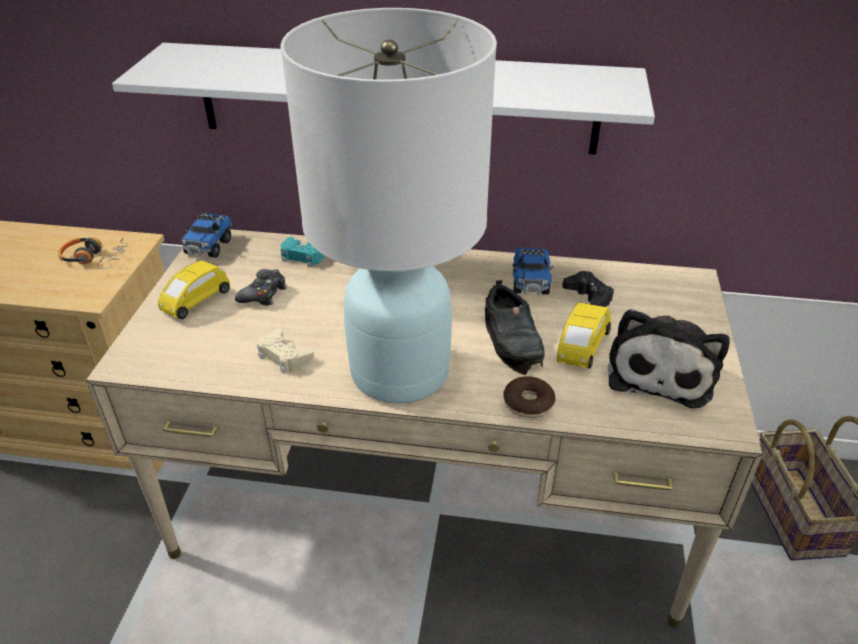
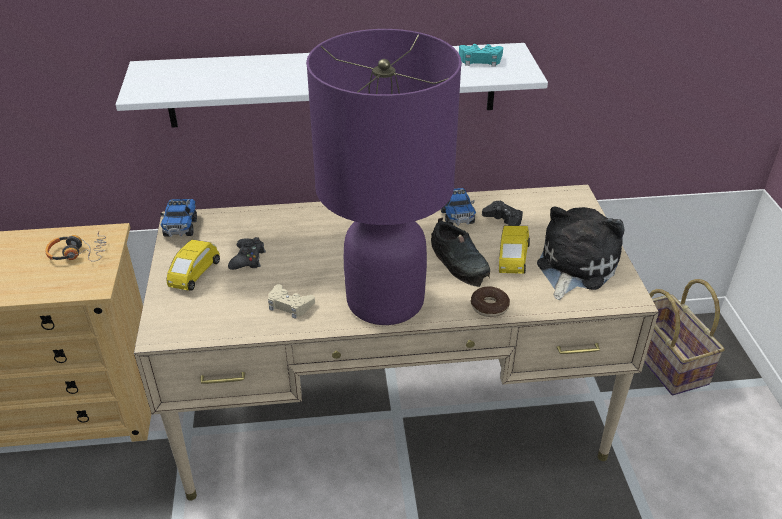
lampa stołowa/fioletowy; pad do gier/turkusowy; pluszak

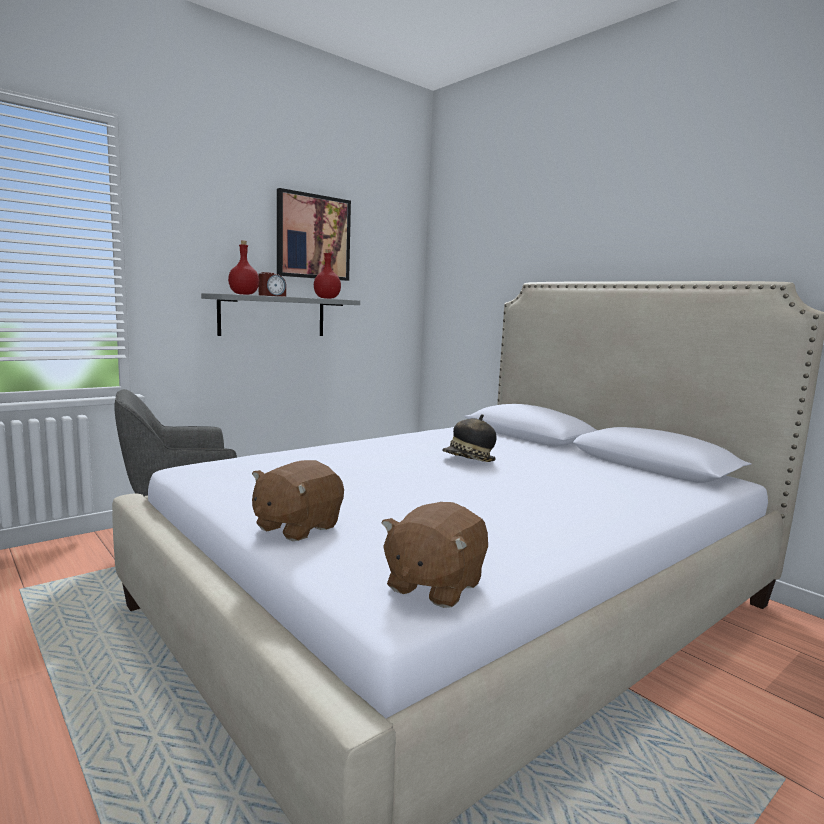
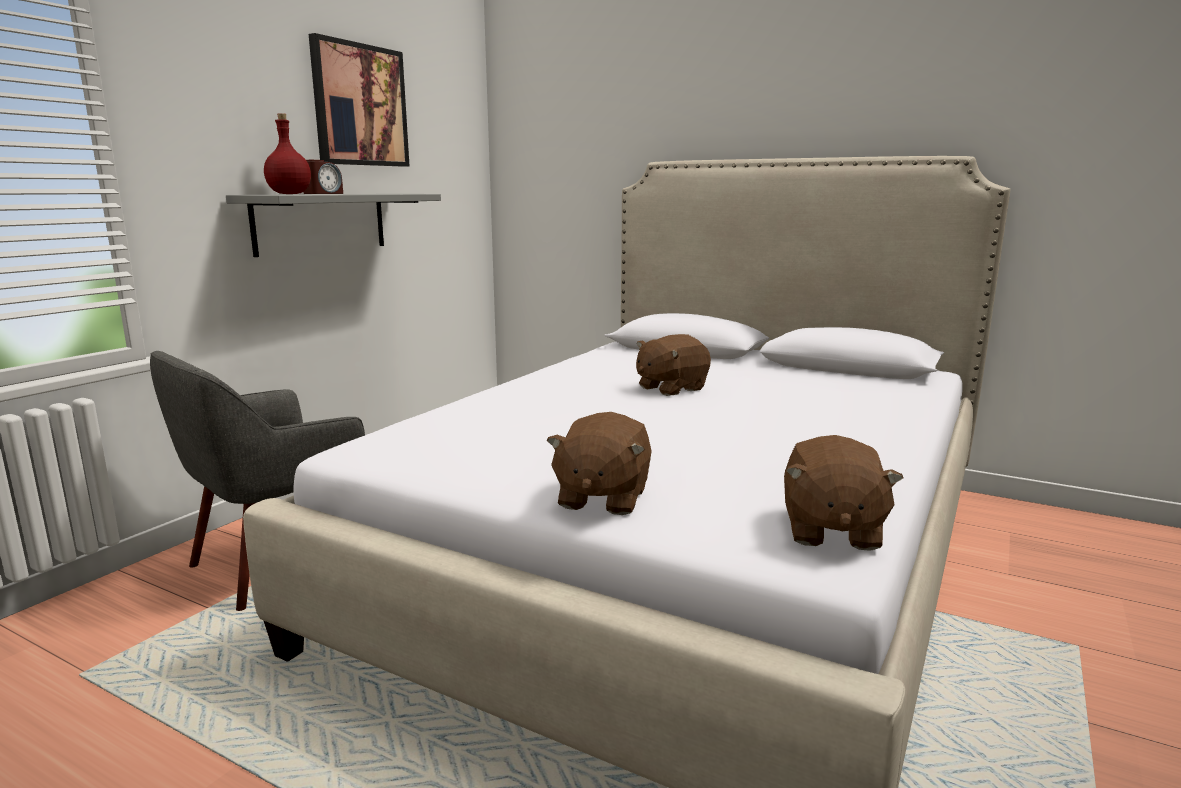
pluszak/brązowy (no. 2 from left); butelka/czerwony (no. 2 from left in the first image)

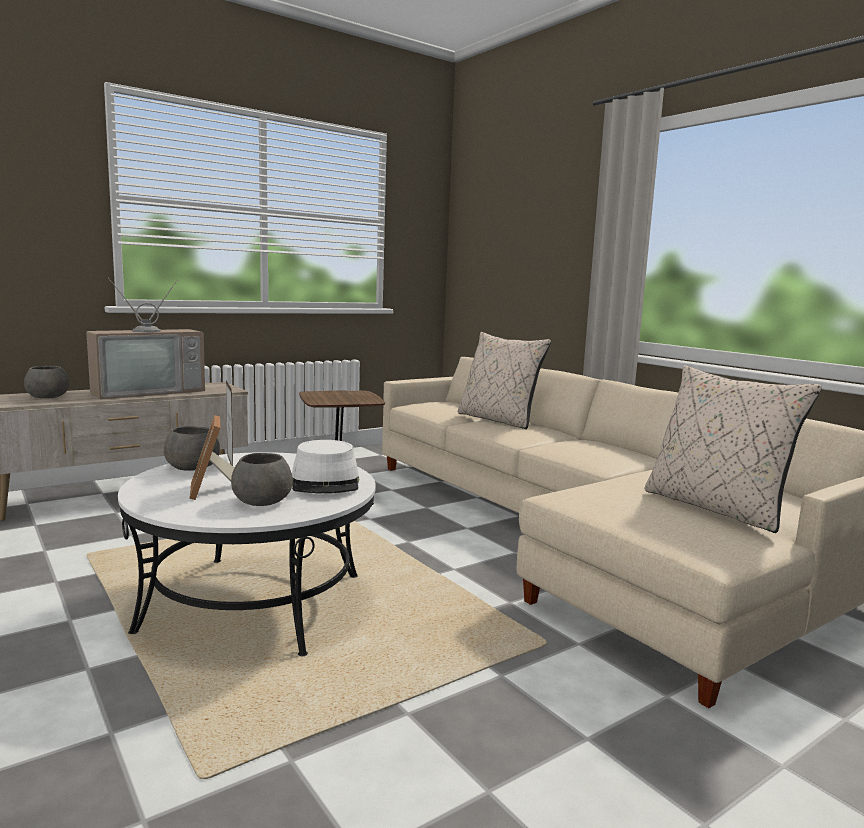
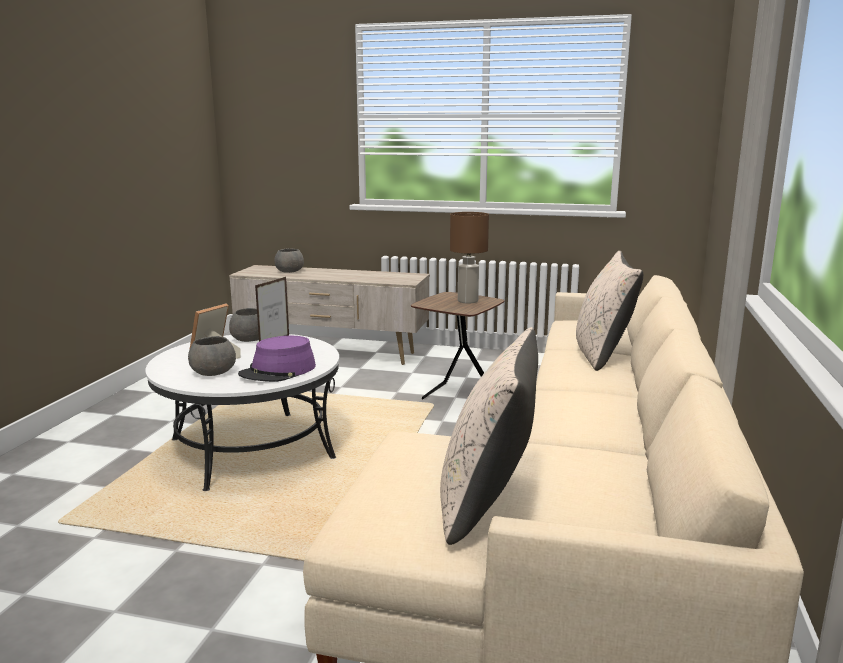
kapelusz/fioletowy; lampa stołowa/brązowy; telewizor

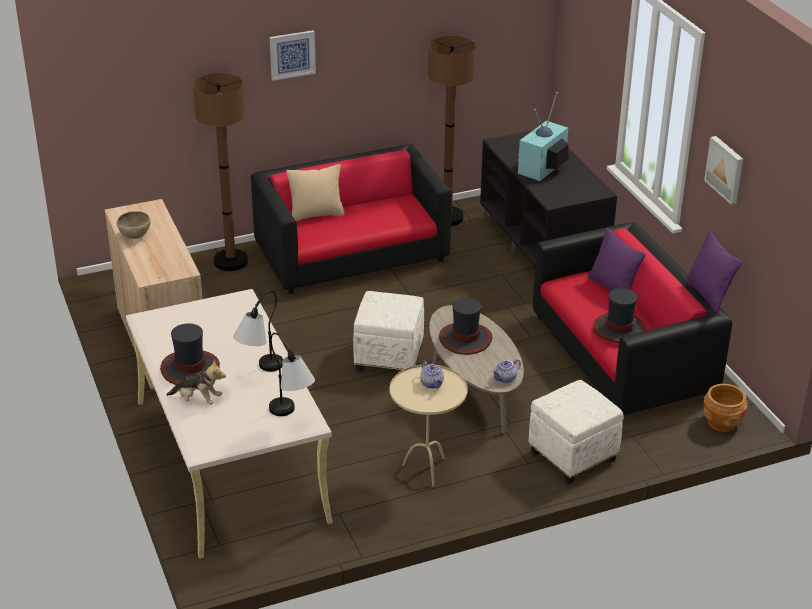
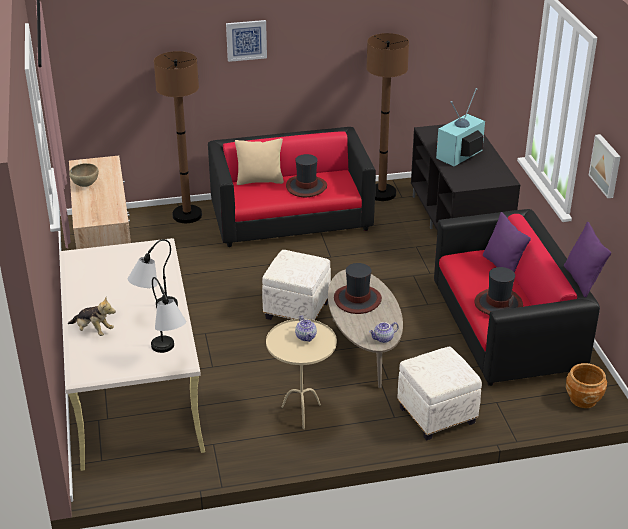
kapelusz (no. 1 from left)

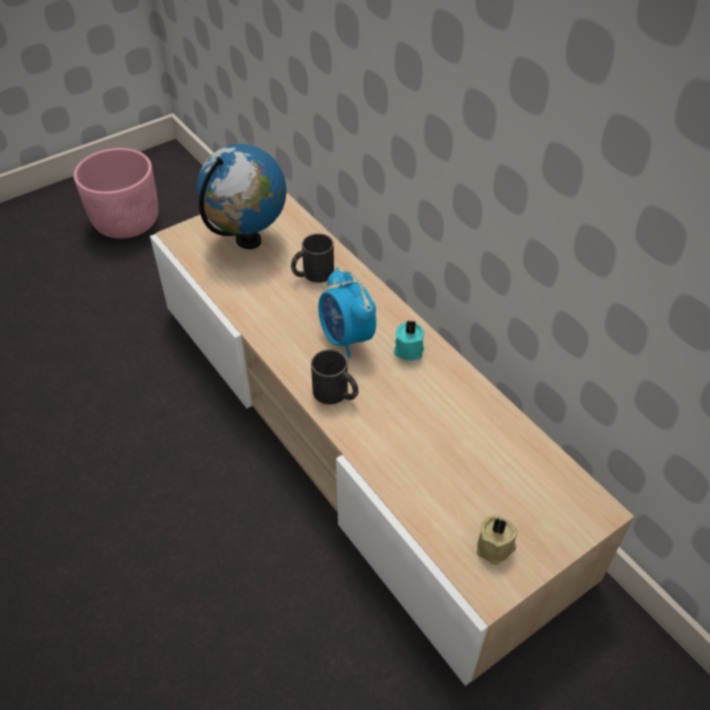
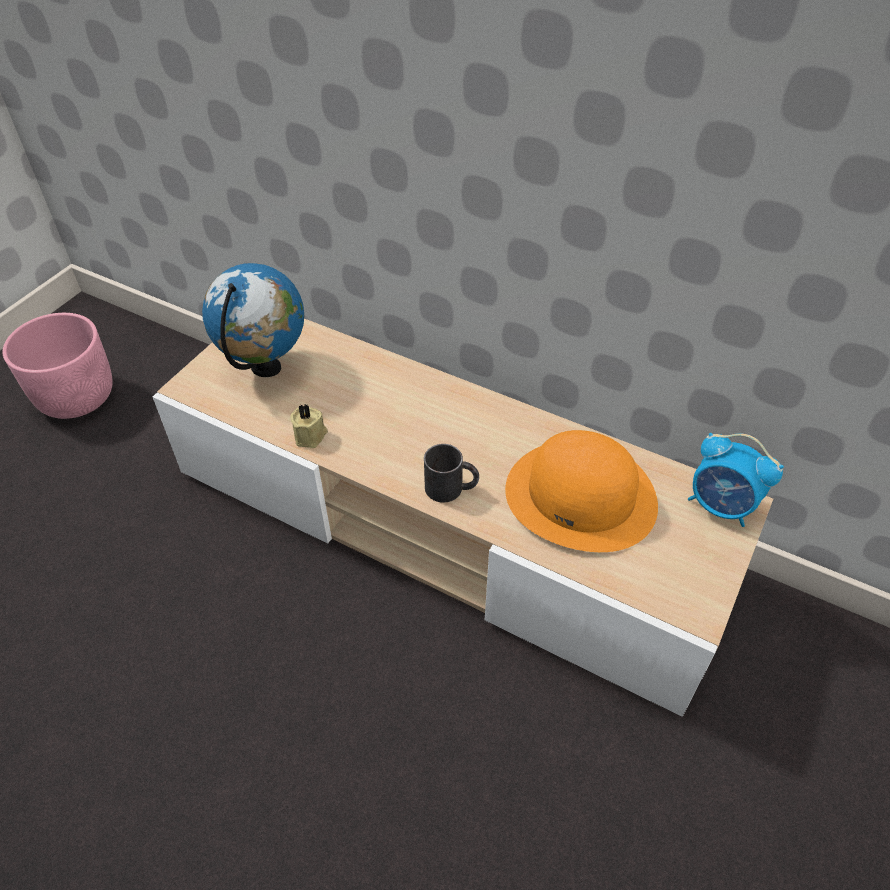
świeca/beżowy; kapelusz/pomarańczowy; budzik; kubek/czarny (no. 1 from left in the first image); świeca/turkusowy

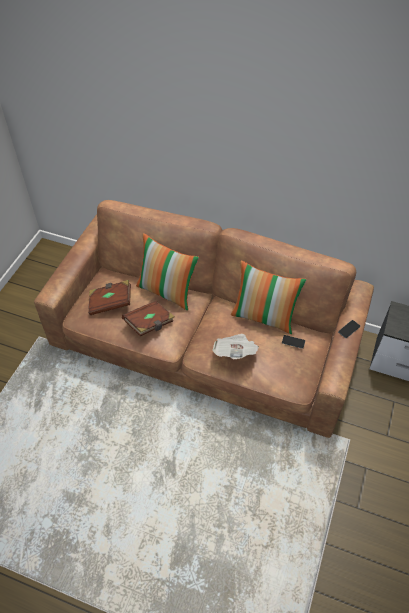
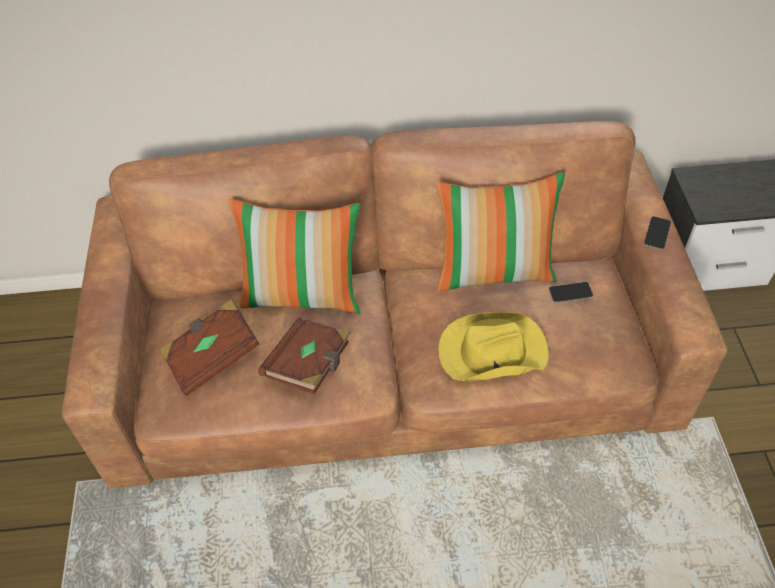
kapelusz/żółty

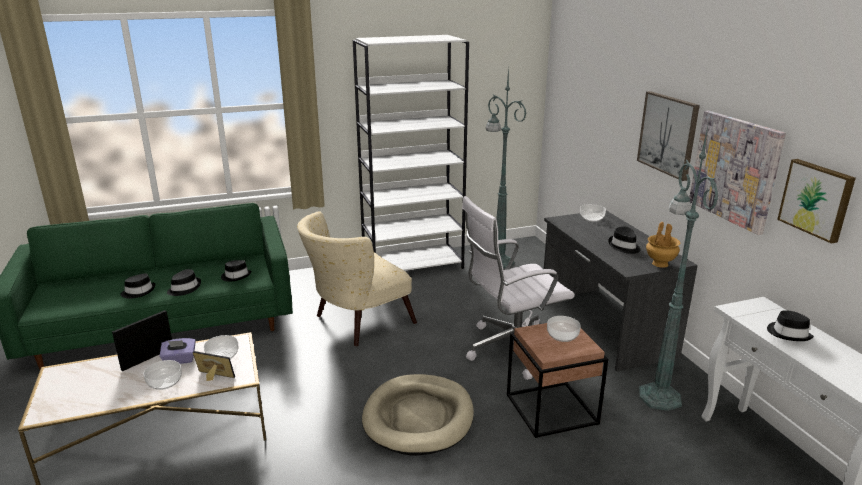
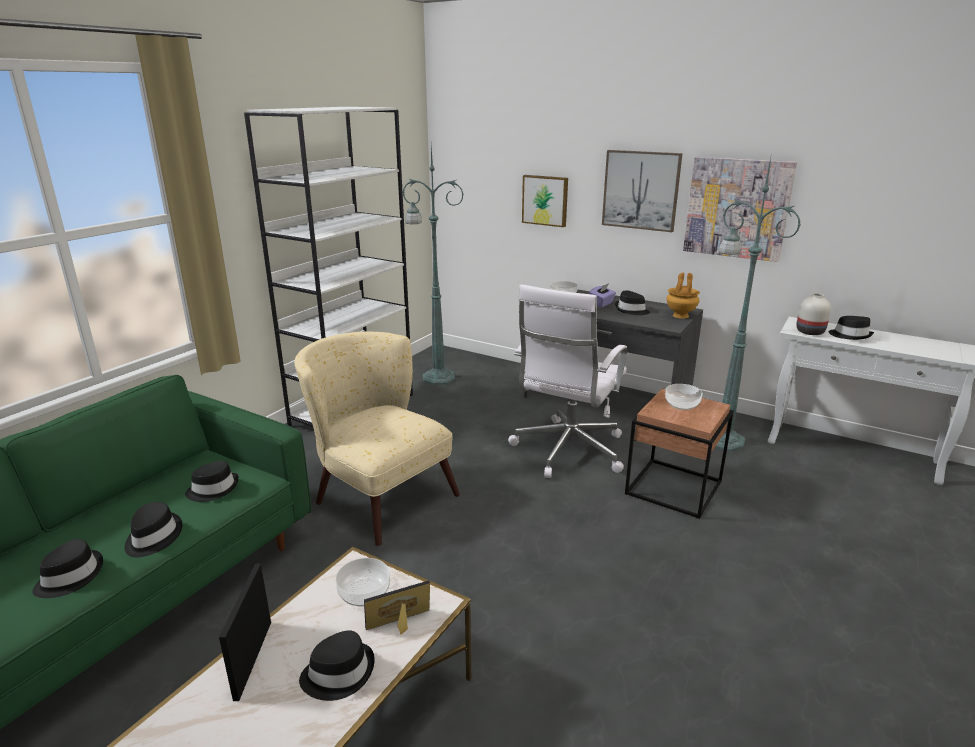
fotel/beżowy; kapelusz/czarny (no. 4 from left); obraz (no. 1 from left); pudełko chusteczek/fioletowy; wazon/biały; legowisko/beżowy

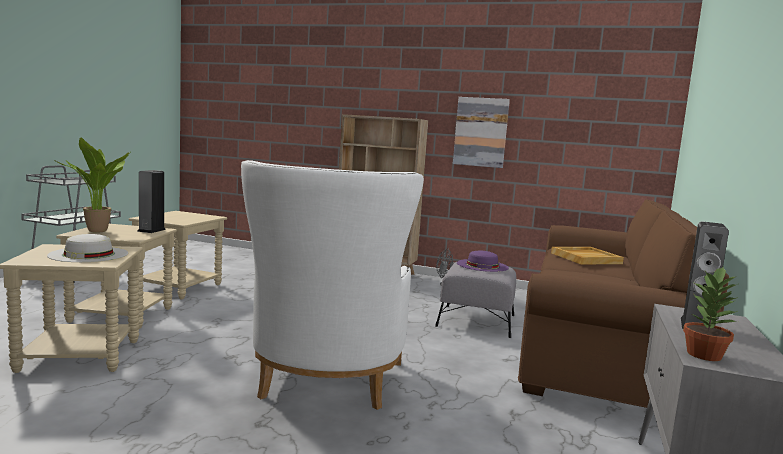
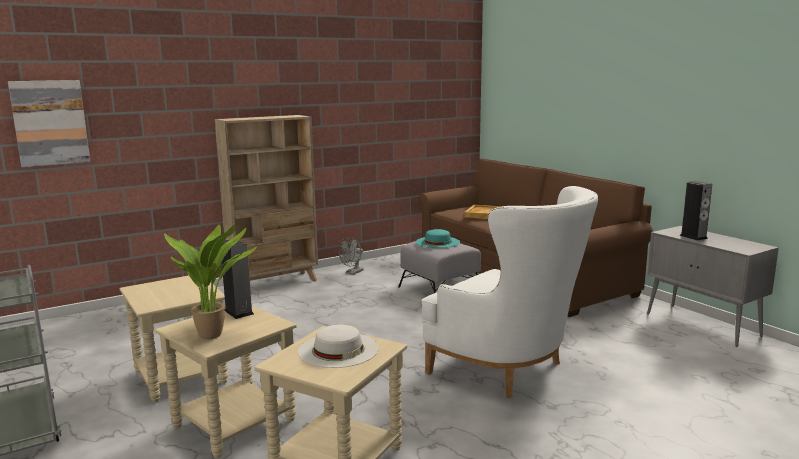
obraz; kapelusz/turkusowy; roślina doniczkowa (no. 2 from left in the first image)

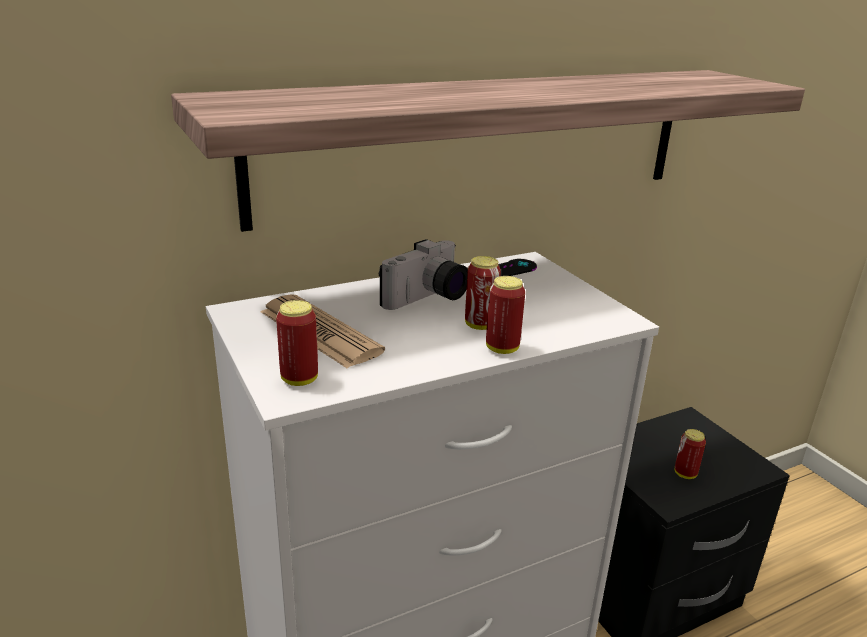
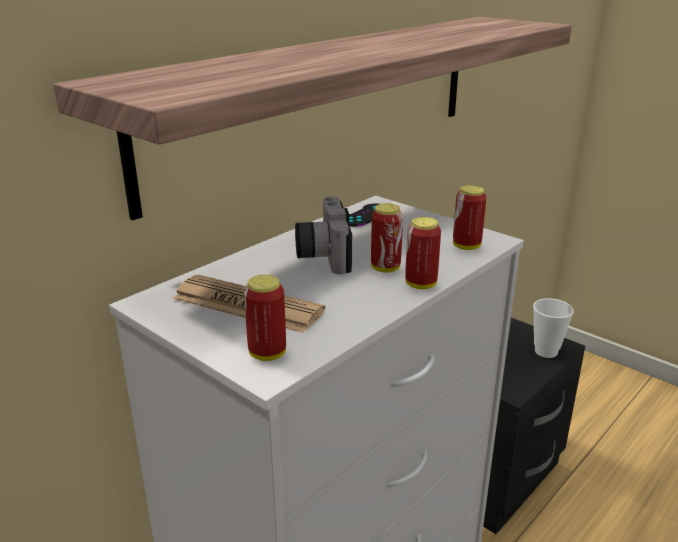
aparat fotograficzny; puszka (no. 4 from left); filiżanka

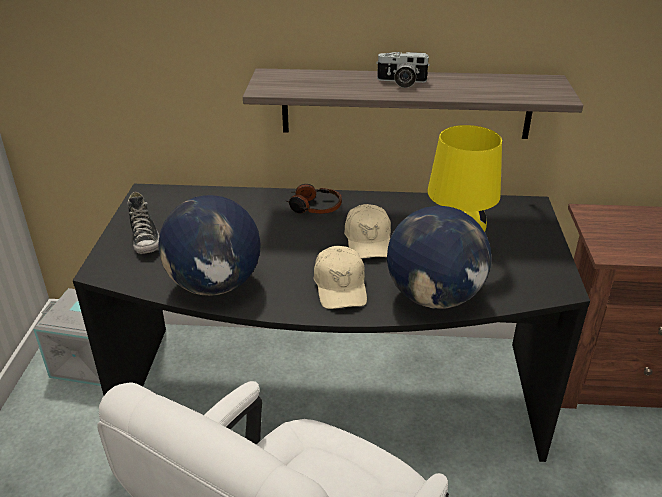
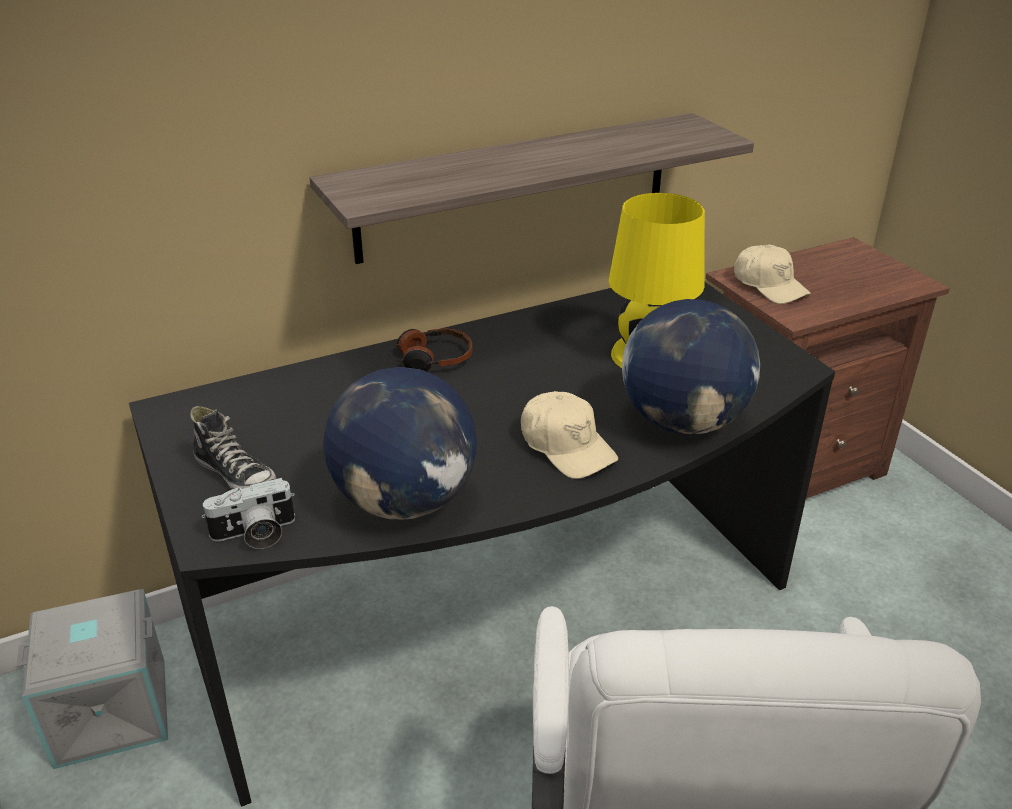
aparat fotograficzny; czapka z daszkiem/beżowy (no. 2 from left)

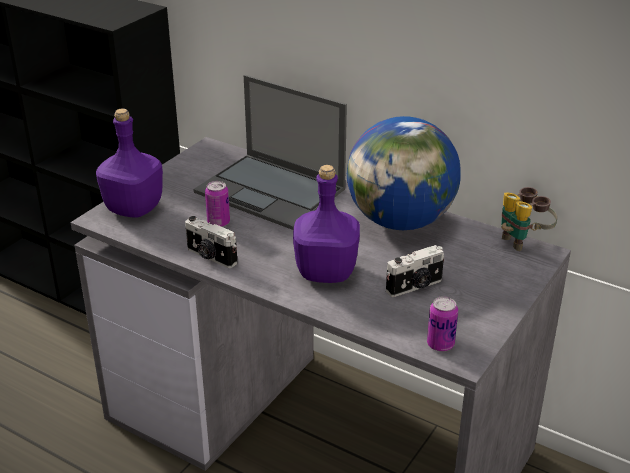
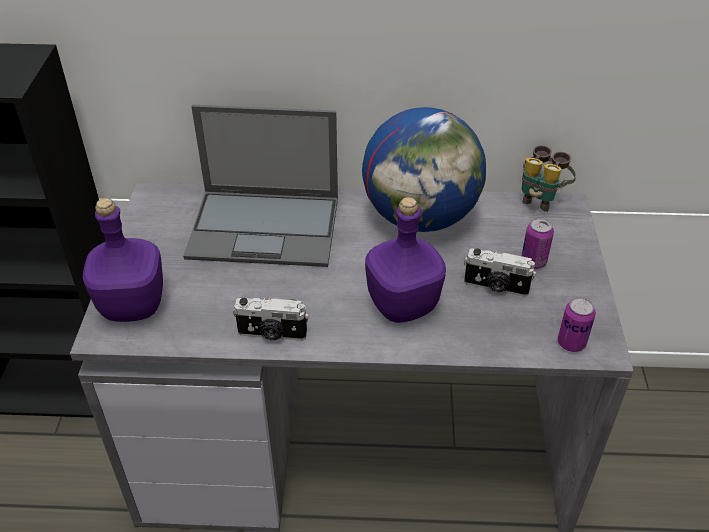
aparat fotograficzny (no. 2 from left); puszka (no. 1 from left)

